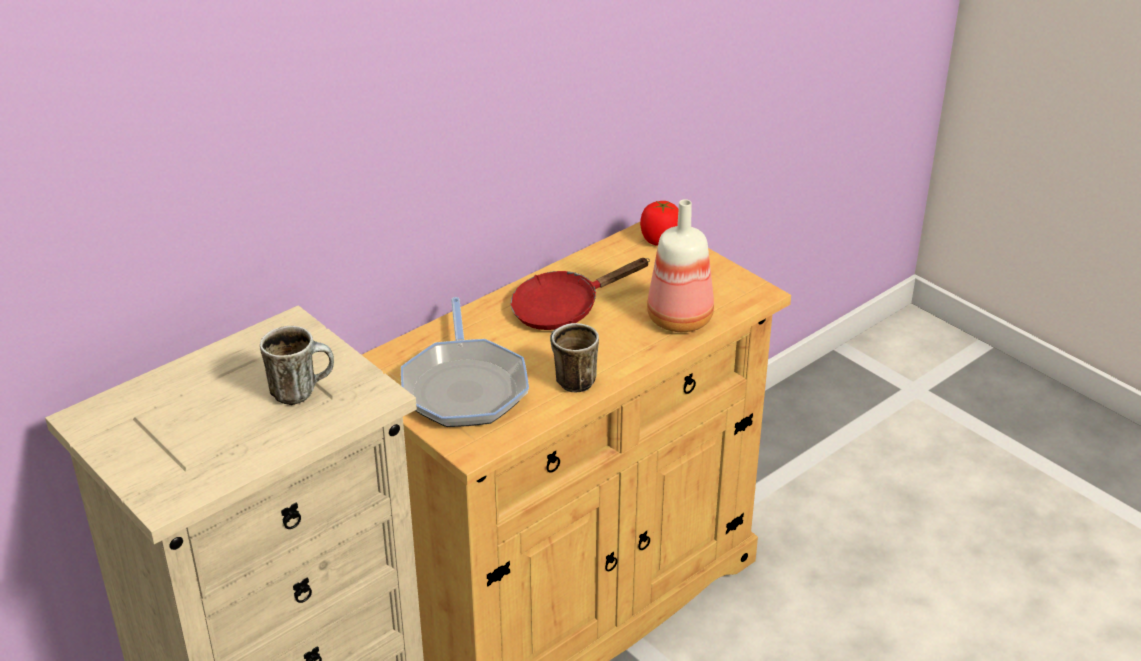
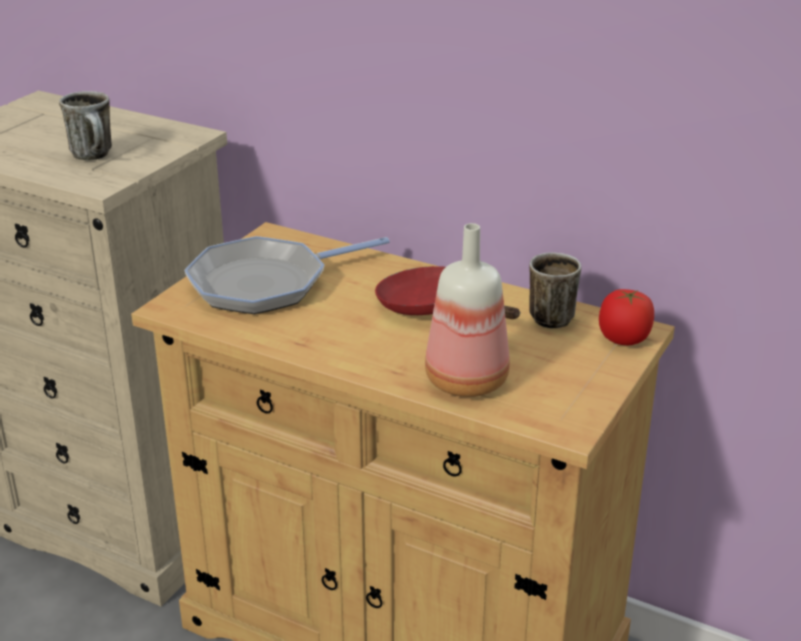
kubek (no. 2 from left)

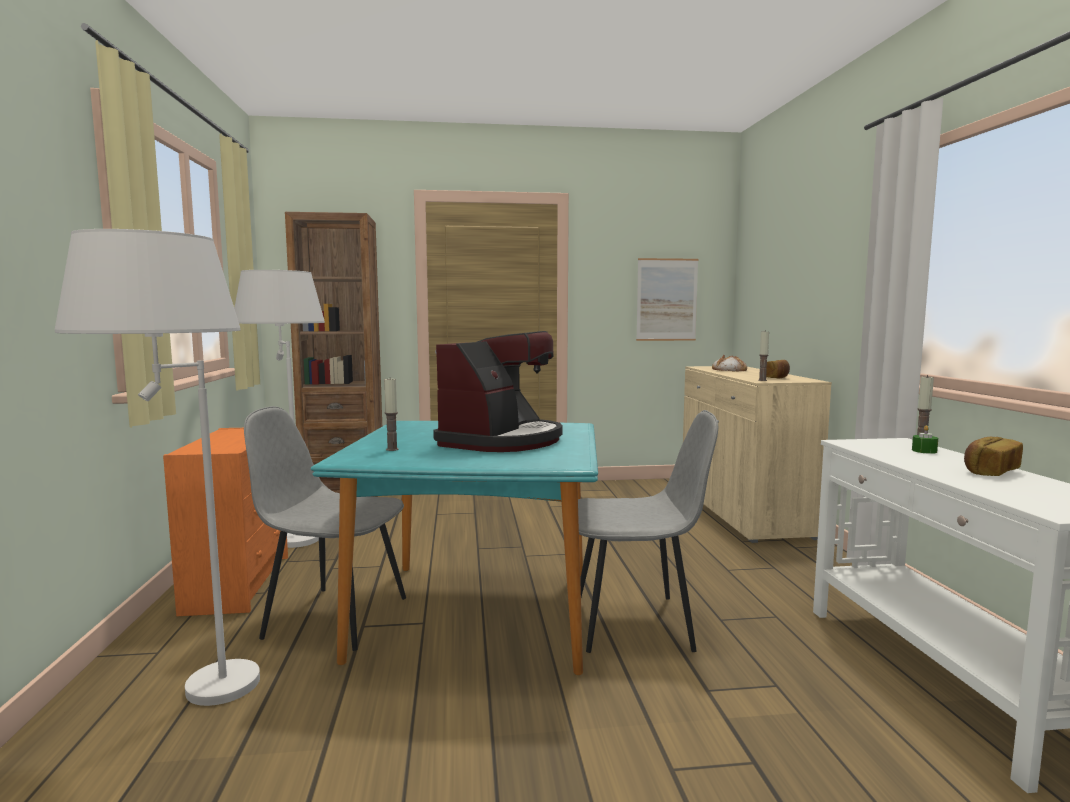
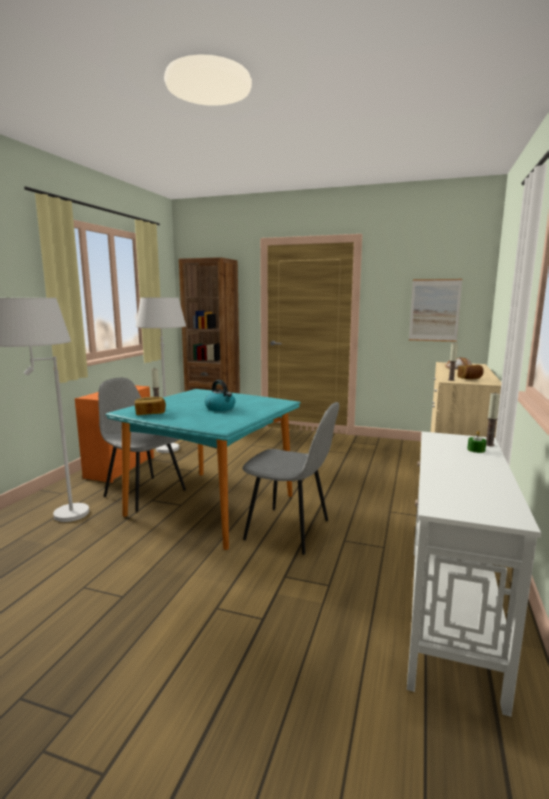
chleb (no. 1 from left); czajnik

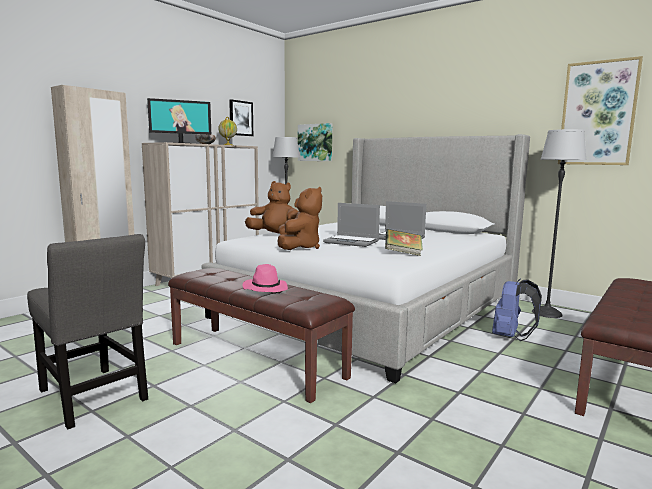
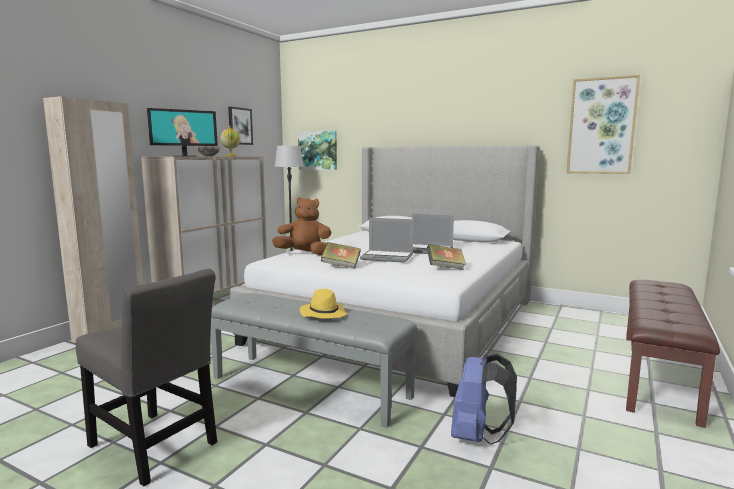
ławka/szary; kapelusz/żółty; książka (no. 1 from left); plecak/niebieski; lampa stojąca (no. 2 from left in the first image)

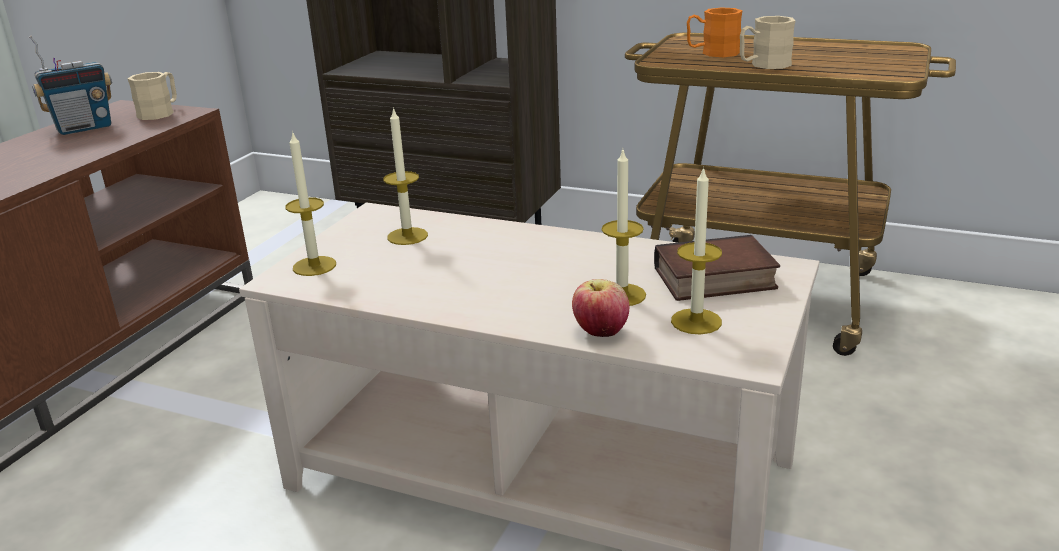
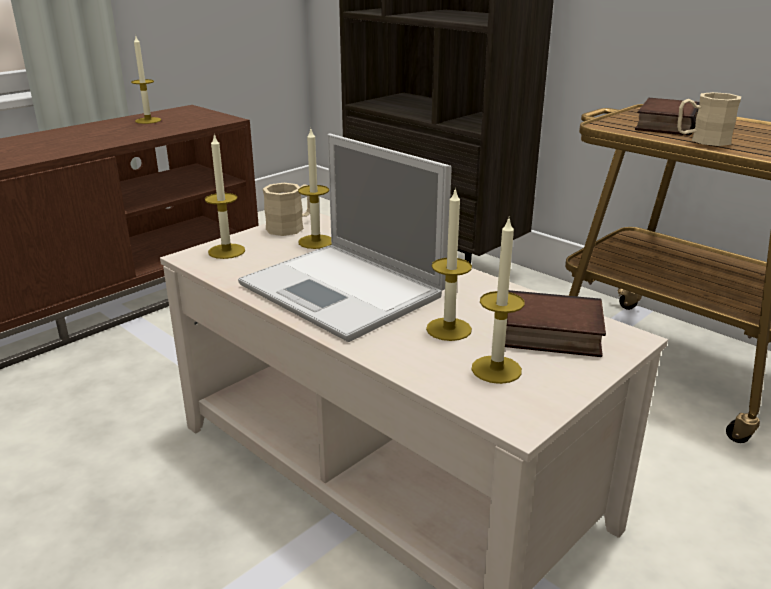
świeca (no. 1 from left); laptop; kubek/beżowy (no. 1 from left); książka (no. 2 from left); jabłko

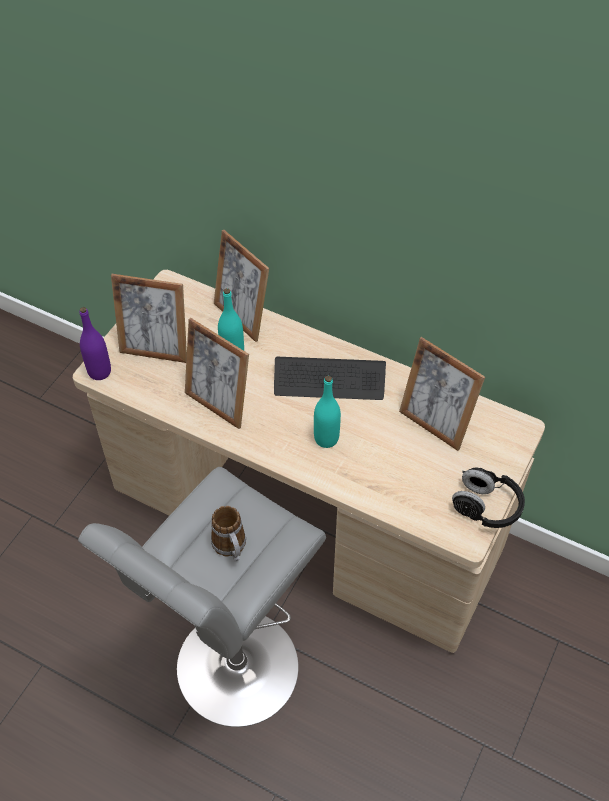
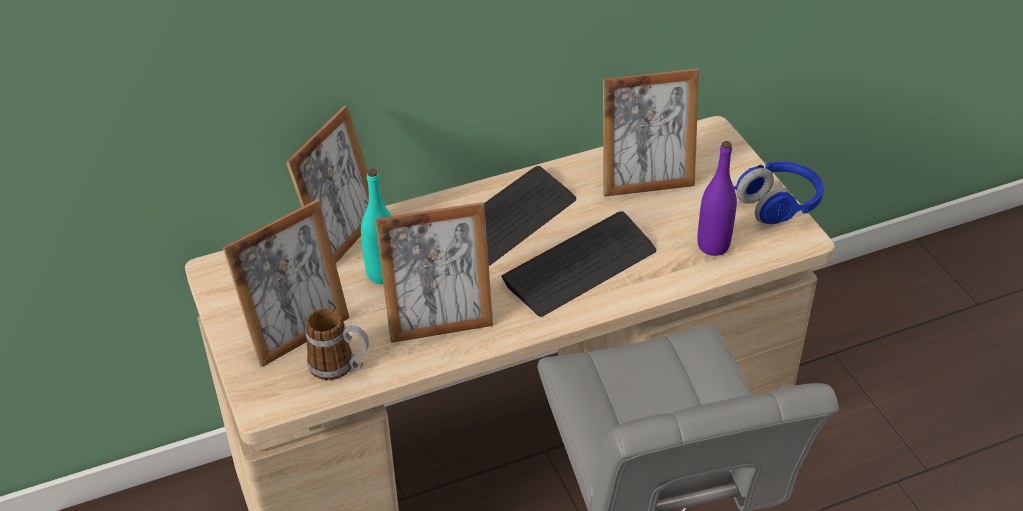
ramka na zdjęcie (no. 2 from left); kubek; klawiatura (no. 2 from left); butelka/fioletowy; słuchawki/niebieski

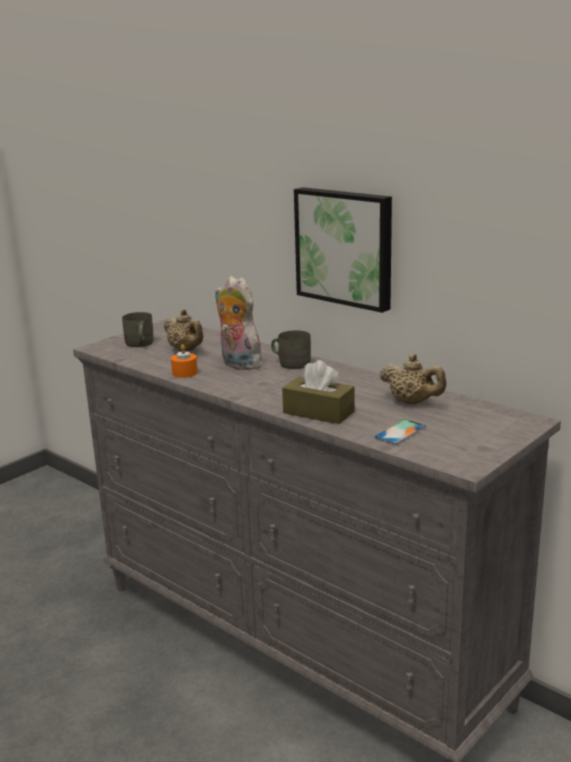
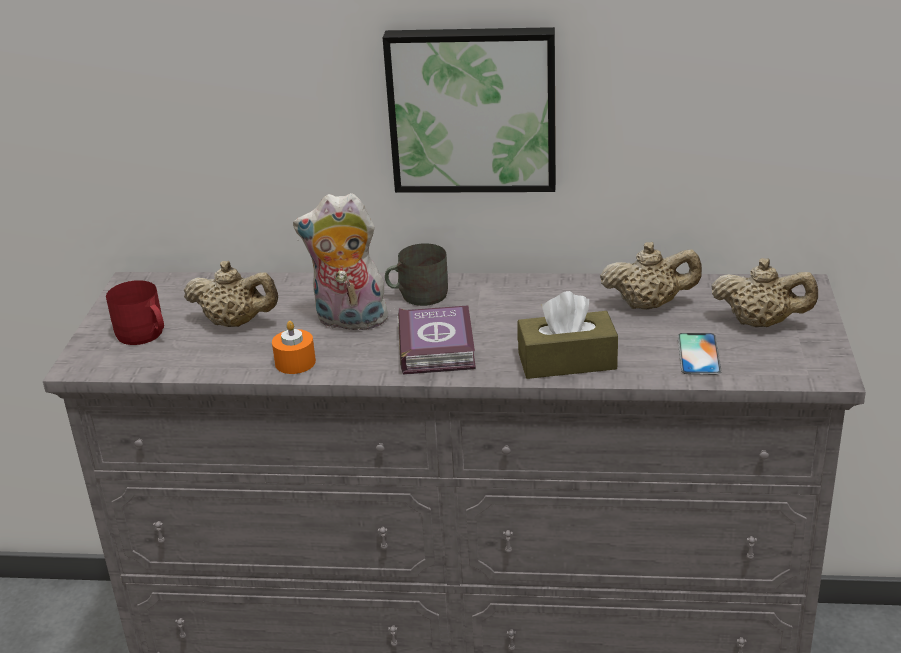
kubek/czerwony; książka; imbryk/beżowy (no. 3 from left)

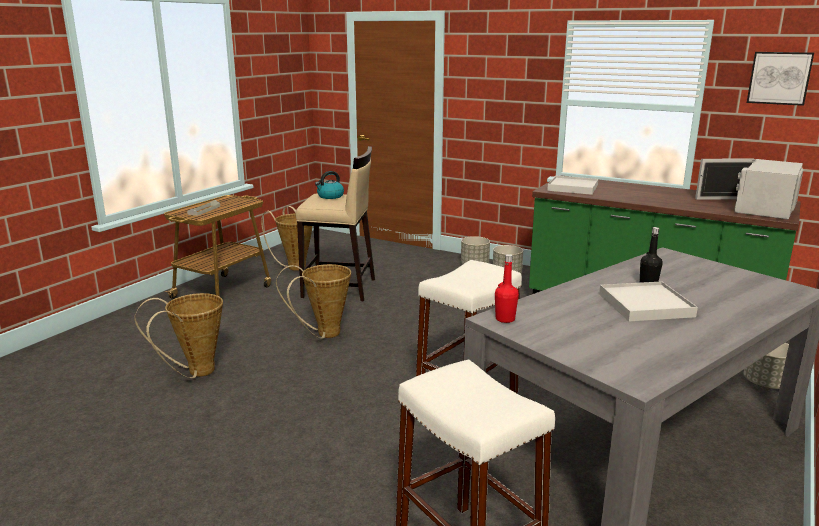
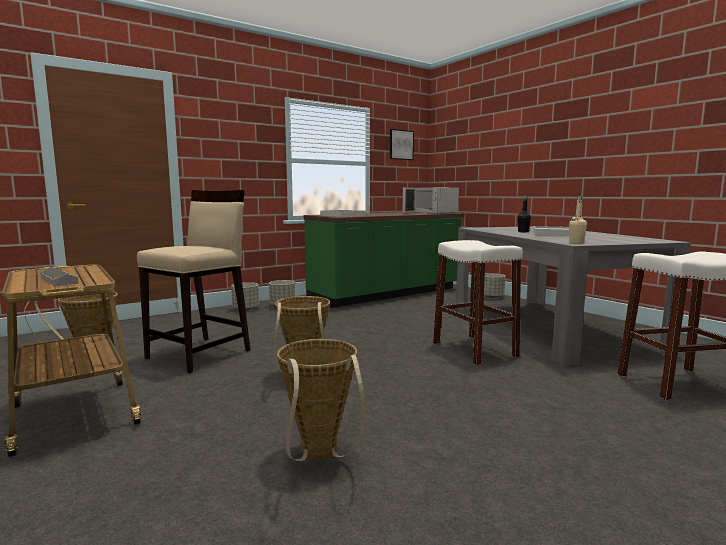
butelka/beżowy; czajnik

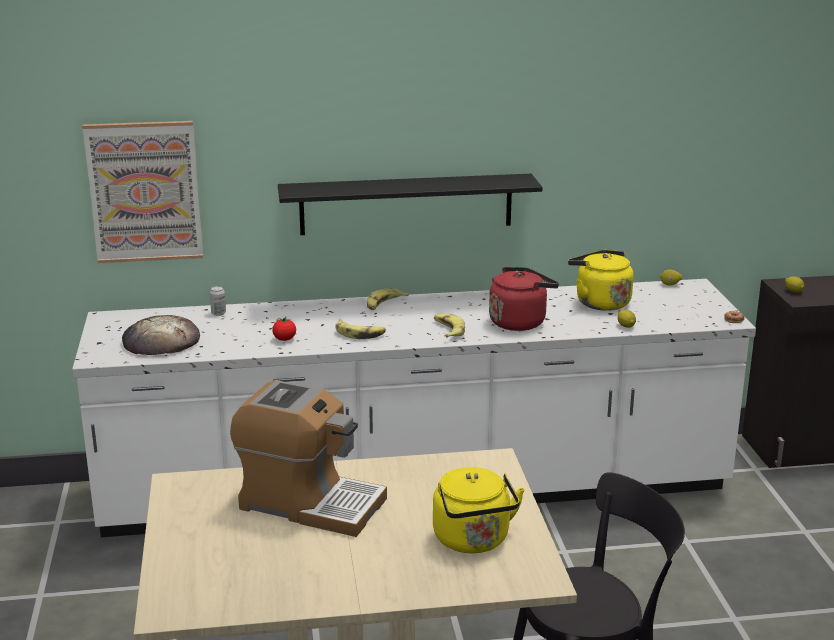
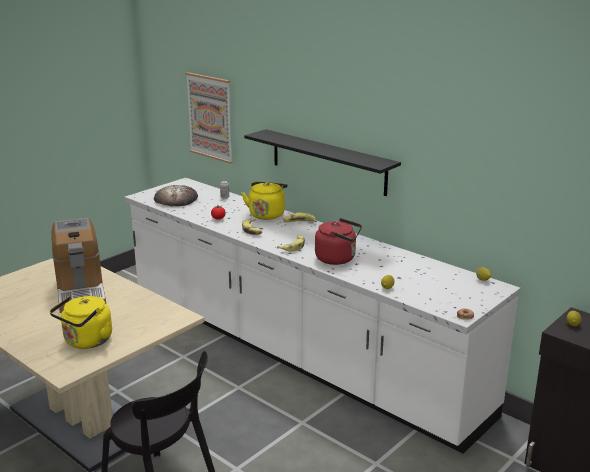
czajnik/żółty (no. 2 from left)

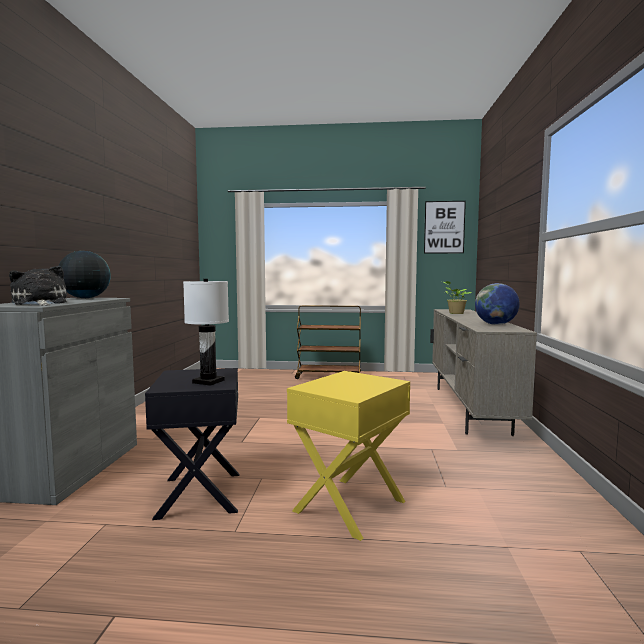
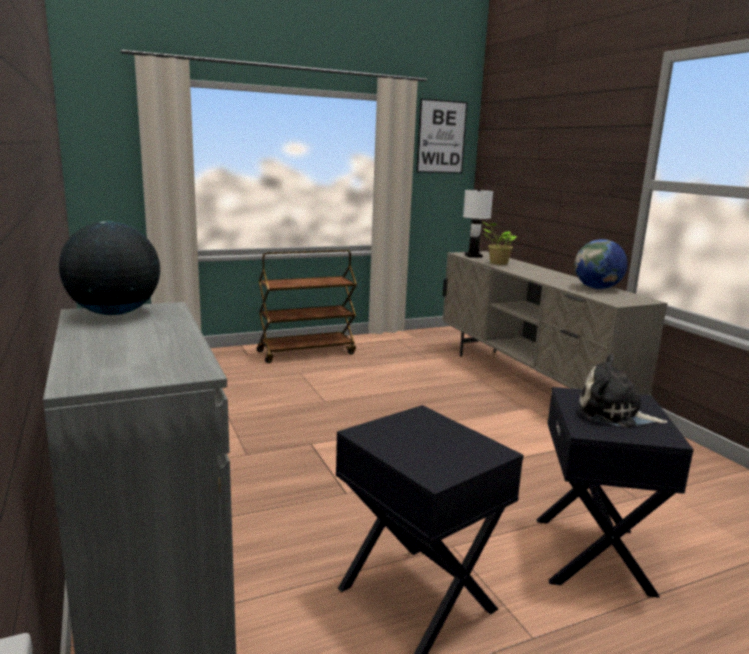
lampa stołowa/biały; stolik/czarny (no. 2 from left); pluszak

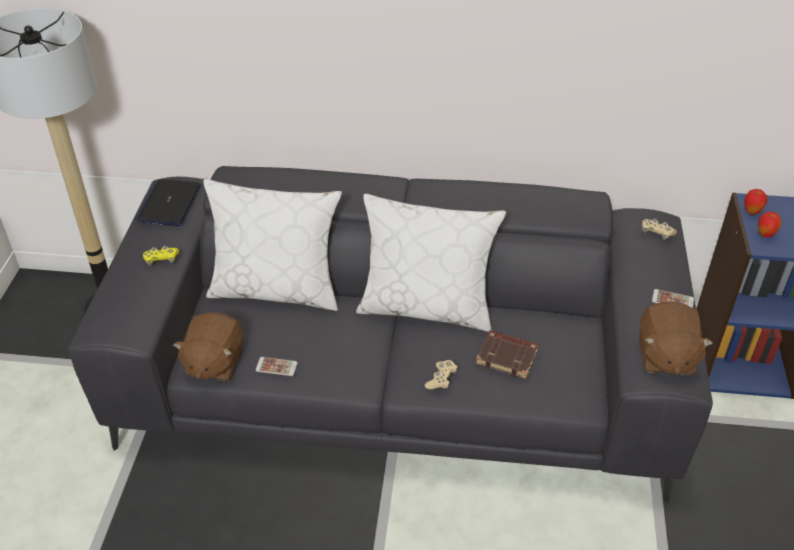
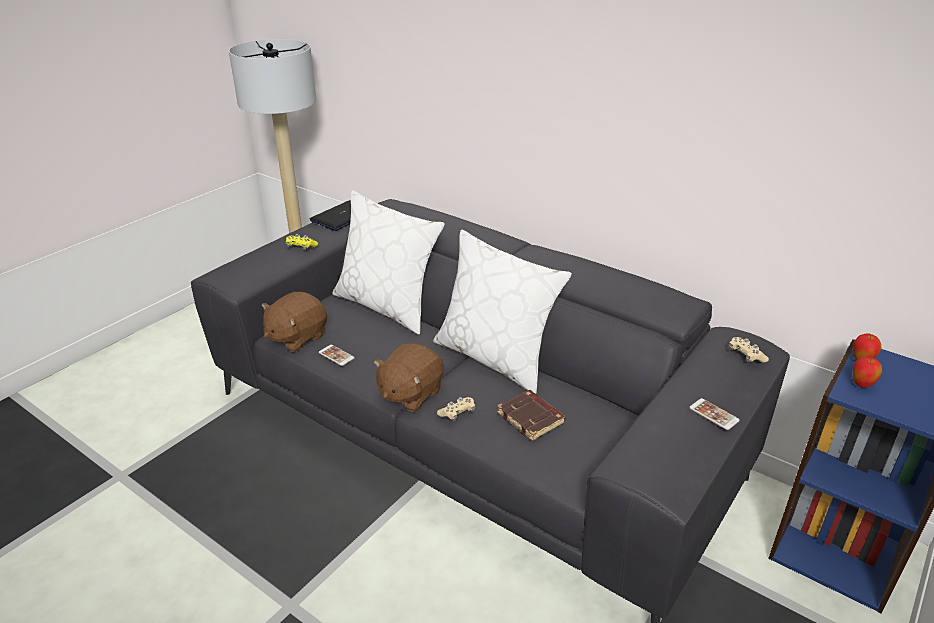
pluszak/brązowy (no. 2 from left)

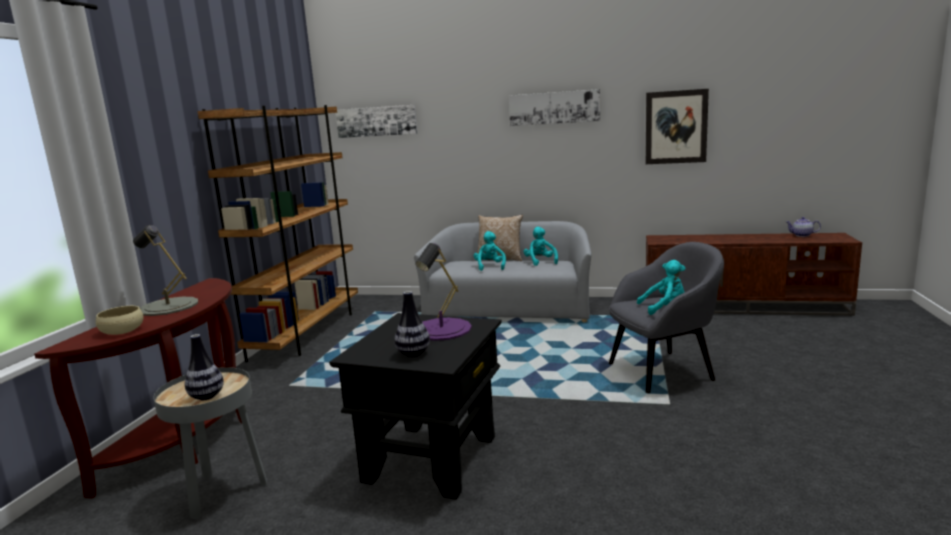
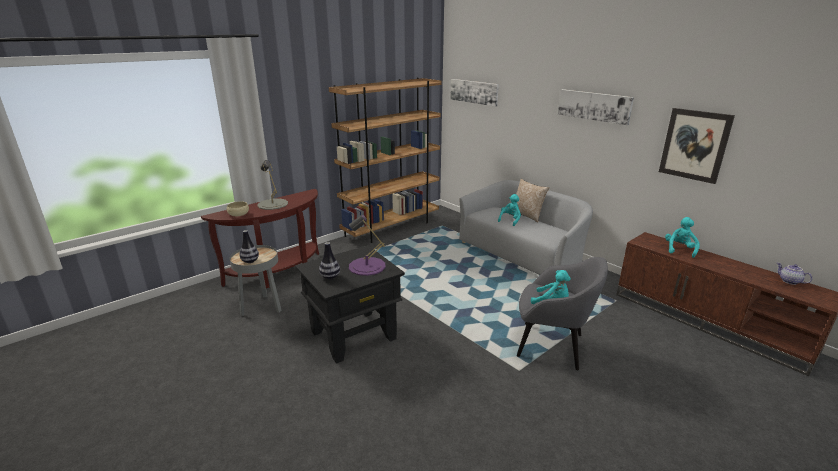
pluszak/turkusowy (no. 3 from left)

